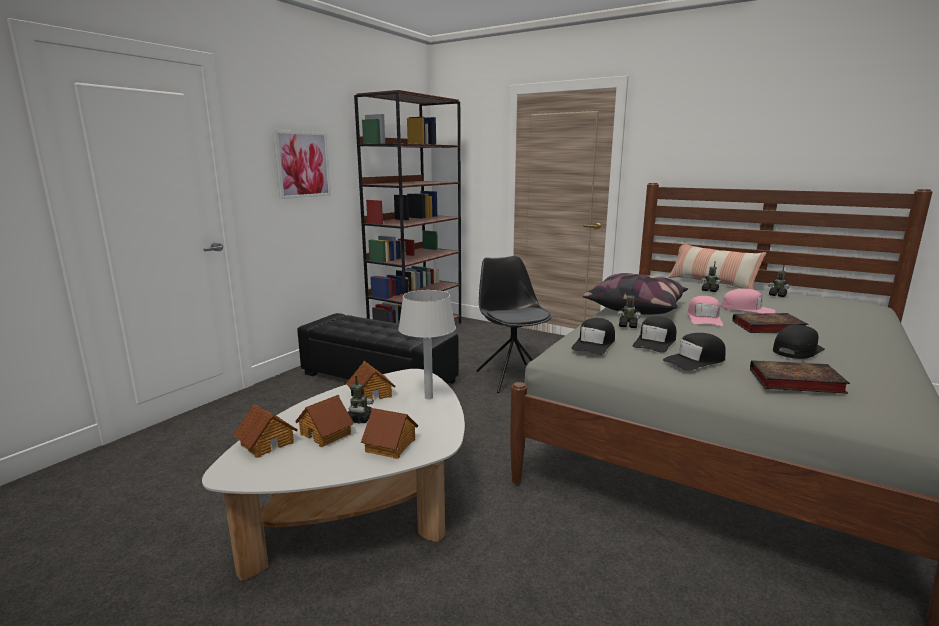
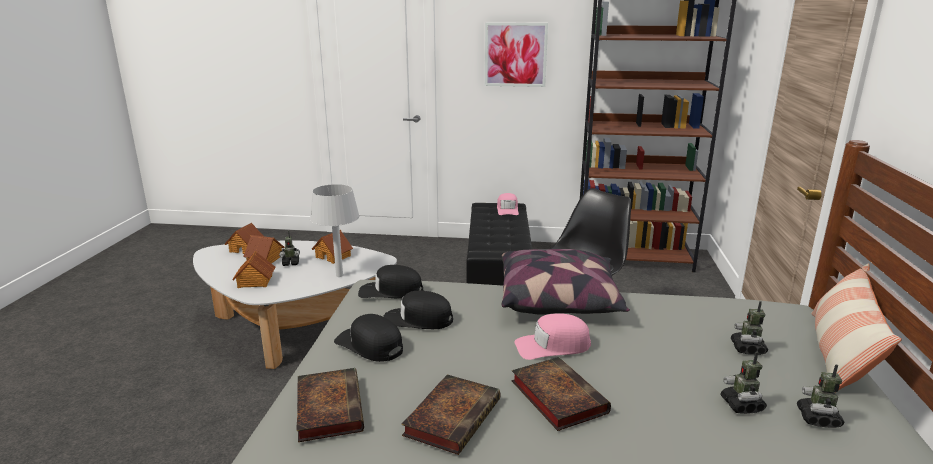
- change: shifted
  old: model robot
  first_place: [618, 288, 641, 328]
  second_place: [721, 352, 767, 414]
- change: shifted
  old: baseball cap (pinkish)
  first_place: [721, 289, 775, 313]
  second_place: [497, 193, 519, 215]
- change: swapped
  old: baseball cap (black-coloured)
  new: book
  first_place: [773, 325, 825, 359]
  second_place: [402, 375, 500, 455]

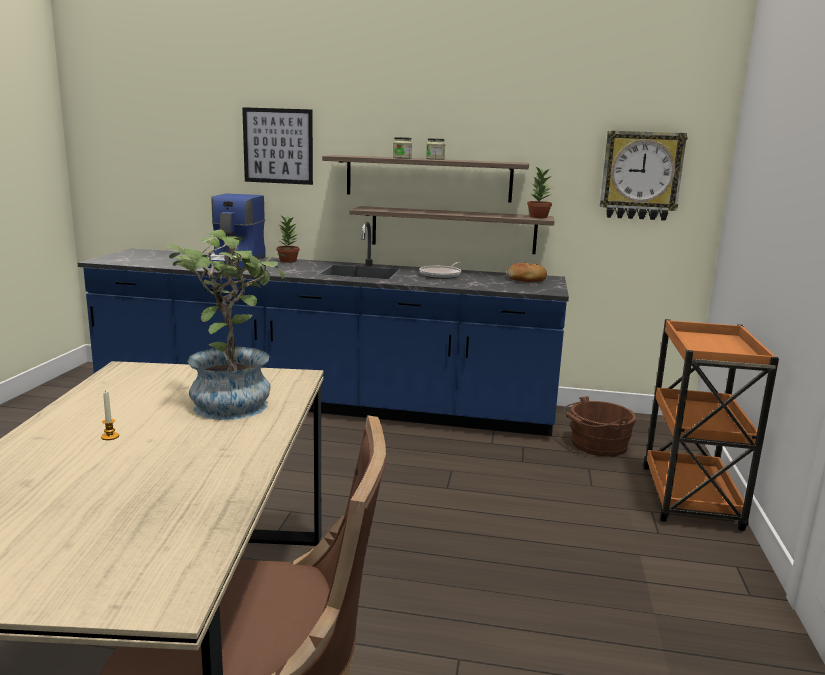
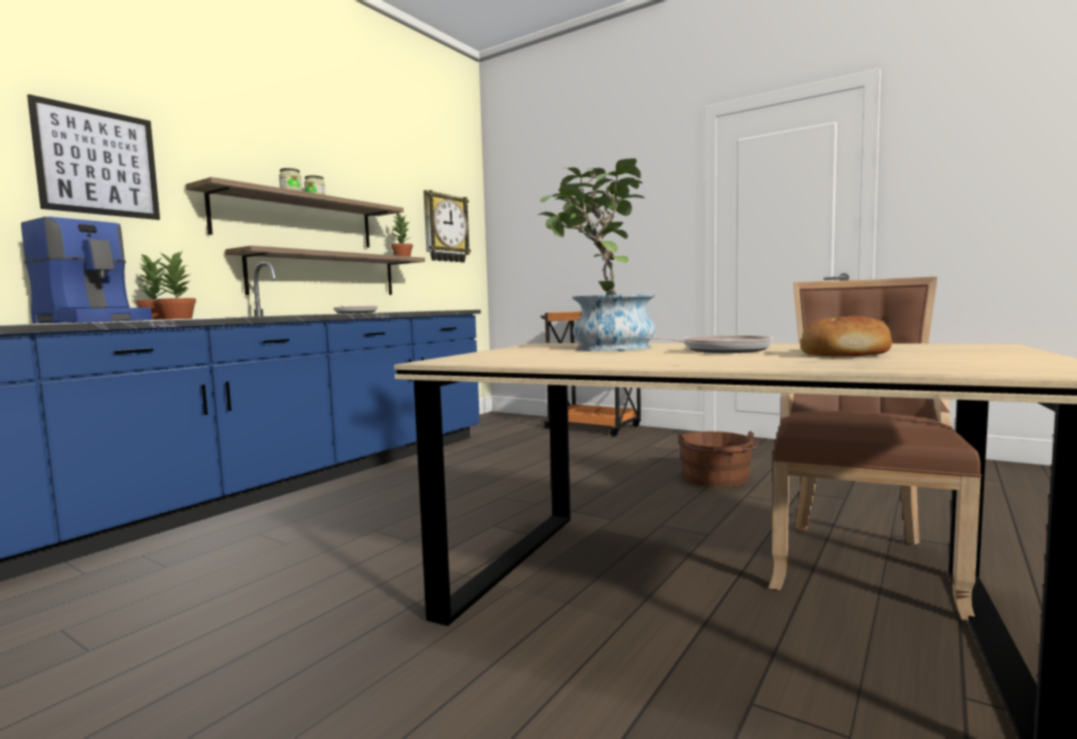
- change: gone
  old: wax candle
  first_place: [101, 391, 119, 440]
- change: shifted
  old: baked bread
  first_place: [507, 263, 547, 282]
  second_place: [800, 316, 892, 357]
- change: shifted
  old: pail (brown-coloured)
  first_place: [563, 396, 636, 456]
  second_place: [678, 431, 758, 487]
- change: new
  new: potted plant
  second_place: [157, 251, 196, 320]
- change: new
  new: pan
  second_place: [645, 335, 773, 353]

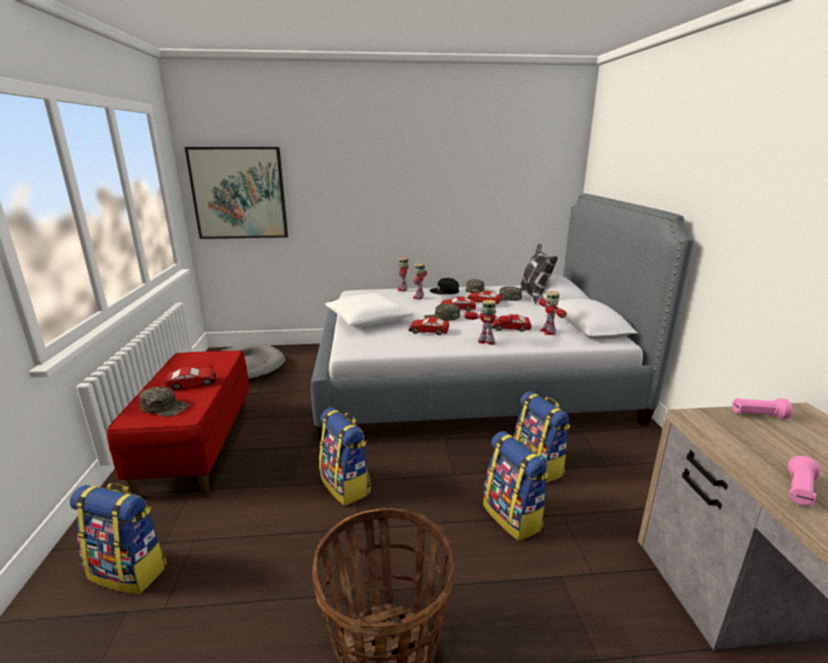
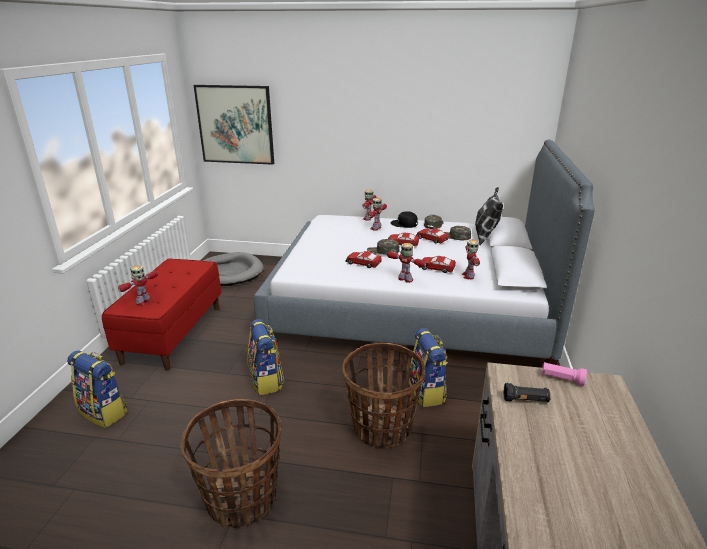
- change: swapped
  old: baseball cap (green-coloured)
  new: model robot
  first_place: [139, 386, 190, 417]
  second_place: [118, 265, 158, 306]
- change: gone
  old: toy car
  first_place: [165, 367, 216, 390]
- change: gone
  old: pillow (white)
  first_place: [325, 293, 414, 327]
- change: swapped
  old: rucksack
  new: basket
  first_place: [483, 431, 549, 541]
  second_place: [342, 343, 425, 448]
- change: gone
  old: flashlight (pinkish)
  first_place: [788, 456, 819, 506]
- change: new
  new: flashlight (black-coloured)
  second_place: [504, 383, 551, 402]

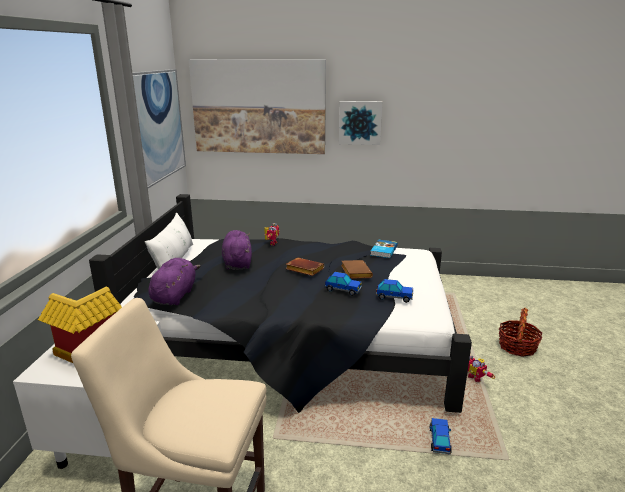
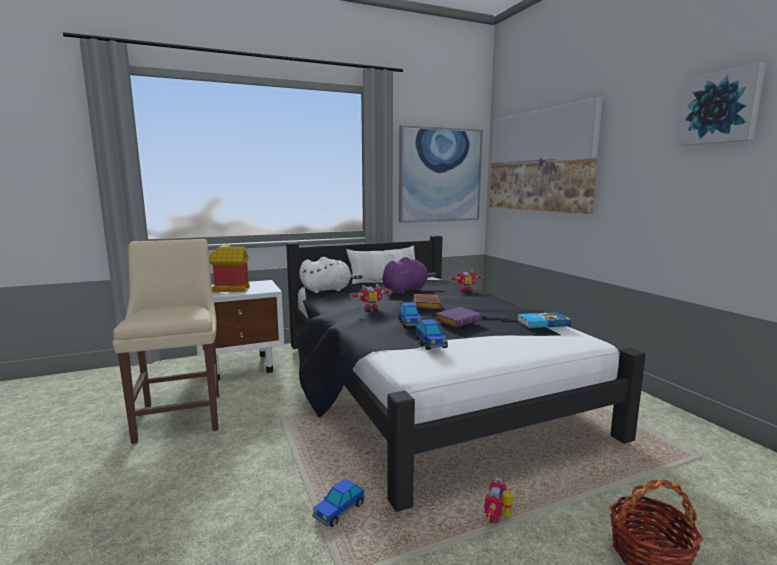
- change: repainted
  old: cuddly toy (purple)
  new: cuddly toy (white)
  first_place: [148, 258, 201, 305]
  second_place: [299, 257, 363, 293]
- change: shifted
  old: wall picture
  first_place: [339, 101, 382, 145]
  second_place: [679, 62, 766, 146]
- change: repainted
  old: book (brown-coloured)
  new: book (purple)
  first_place: [341, 260, 373, 279]
  second_place: [435, 307, 482, 327]
- change: rotated
  old: toy car
  first_place: [430, 418, 452, 454]
  second_place: [312, 478, 365, 527]
  degrees: 150
- change: new
  new: model robot
  second_place: [349, 284, 392, 310]

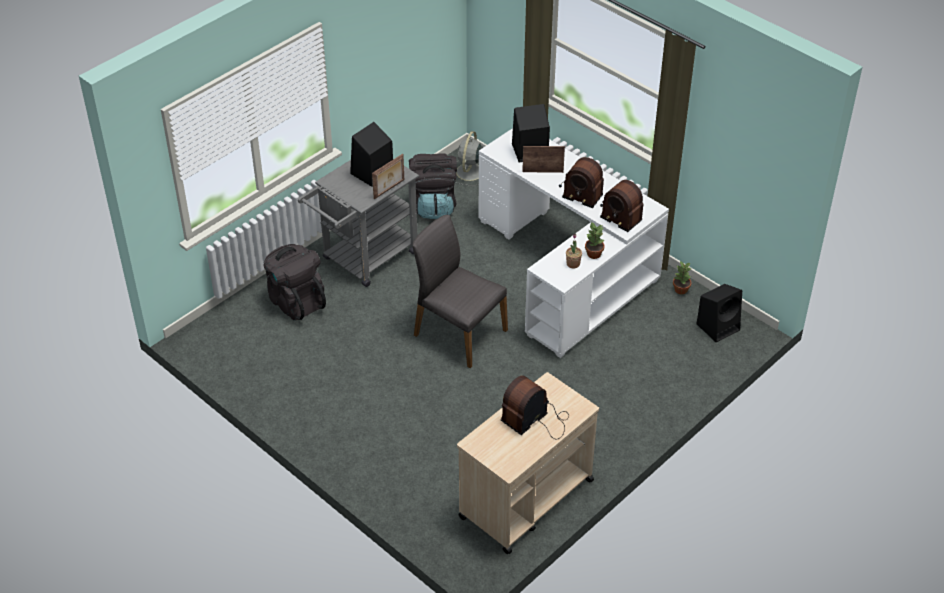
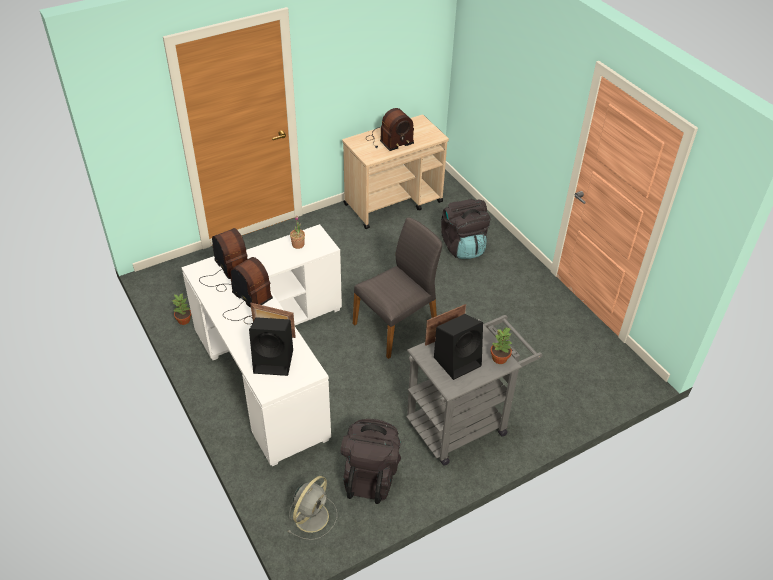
- change: shifted
  old: rucksack (black-coloured)
  first_place: [263, 244, 326, 321]
  second_place: [441, 199, 491, 259]
- change: rotated
  old: plain chair (grey)
  first_place: [413, 215, 508, 368]
  second_place: [353, 218, 442, 359]
  degrees: -90
- change: shifted
  old: potted plant
  first_place: [585, 222, 605, 259]
  second_place: [491, 328, 512, 364]
- change: gone
  old: loudspeaker (black-coloured)
  first_place: [697, 284, 742, 342]

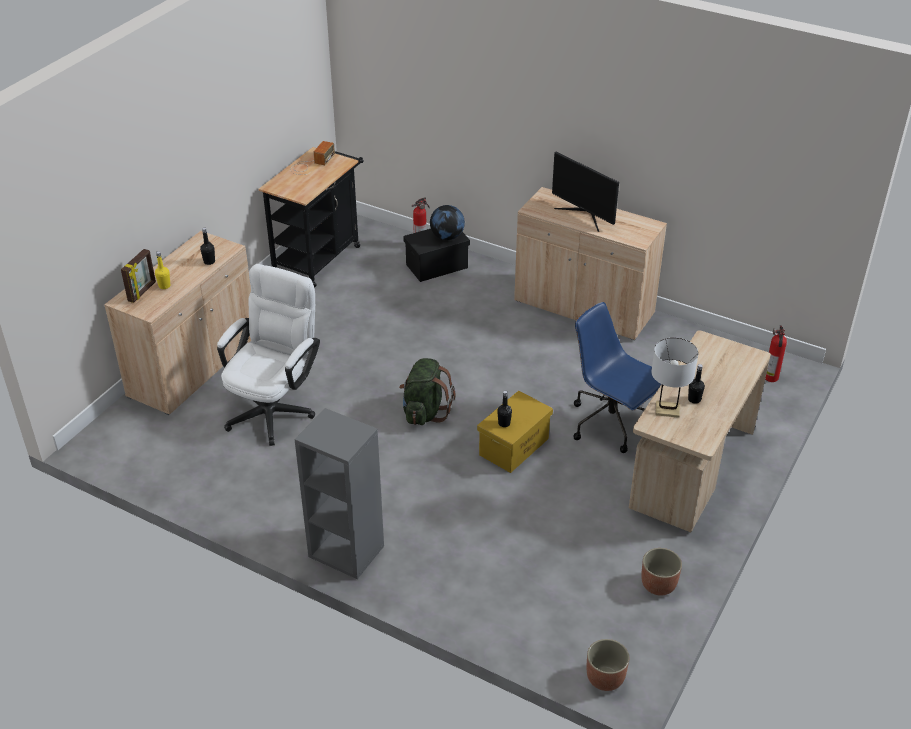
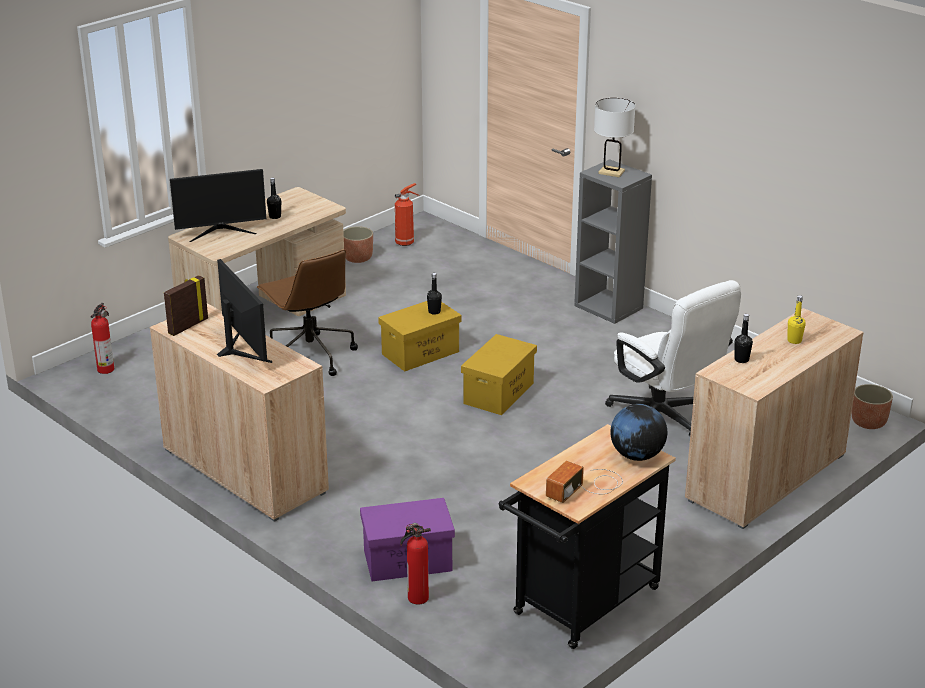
- change: shifted
  old: standing frame
  first_place: [121, 249, 156, 303]
  second_place: [164, 275, 208, 336]
- change: rotated
  old: computer chair (white)
  first_place: [217, 264, 320, 446]
  second_place: [605, 280, 741, 435]
  degrees: -75
- change: swapped
  old: rucksack (green-coloured)
  new: storage box (yellow)
  first_place: [399, 358, 456, 425]
  second_place: [461, 334, 537, 415]
- change: repainted
  old: storage box (black-coloured)
  new: storage box (purple)
  first_place: [403, 229, 470, 282]
  second_place: [360, 498, 455, 581]
- change: shifted
  old: globe
  first_place: [430, 205, 465, 240]
  second_place: [610, 404, 667, 461]
- change: repainted
  old: computer chair (blue)
  new: computer chair (brown-coloured)
  first_place: [573, 302, 661, 453]
  second_place: [257, 249, 358, 376]
- change: shifted
  old: flower pot
  first_place: [587, 639, 629, 691]
  second_place: [852, 384, 893, 429]
- change: shifted
  old: lamp for a table (white)
  first_place: [651, 338, 698, 418]
  second_place: [594, 98, 635, 177]
- change: new
  new: computer display
  second_place: [170, 169, 266, 242]
- change: new
  new: fire extinguisher
  second_place: [395, 183, 420, 246]

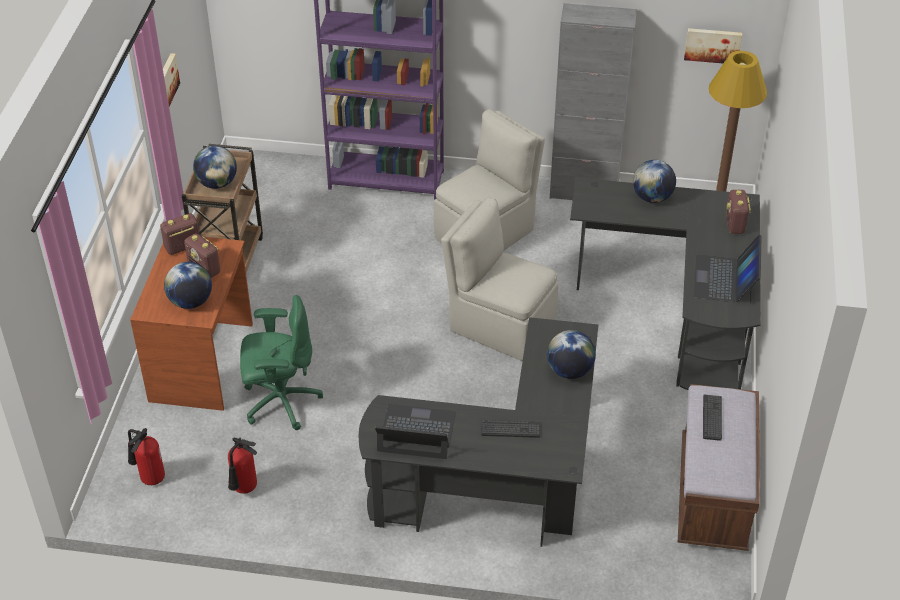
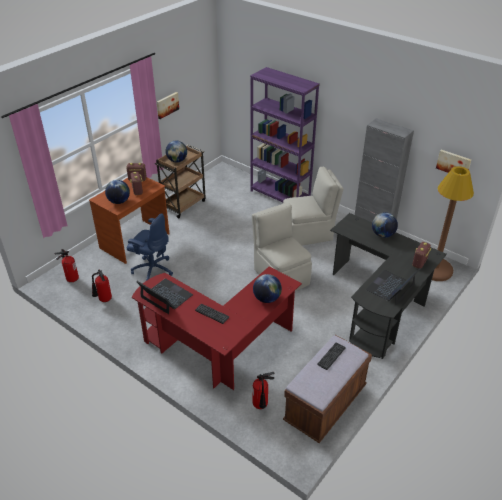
- change: repainted
  old: computer chair (green-coloured)
  new: computer chair (blue)
  first_place: [240, 295, 323, 430]
  second_place: [127, 213, 173, 281]
- change: repainted
  old: desk table (black-coloured)
  new: desk table (red)
  first_place: [359, 317, 599, 547]
  second_place: [132, 267, 302, 390]
- change: new
  new: fire extinguisher
  second_place: [253, 372, 274, 409]

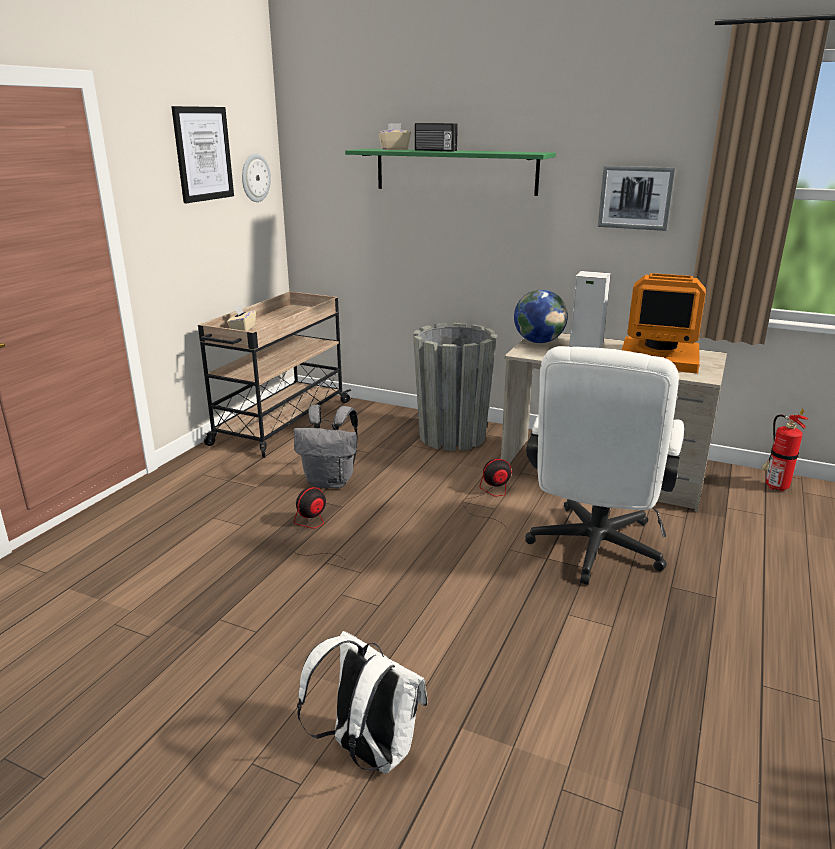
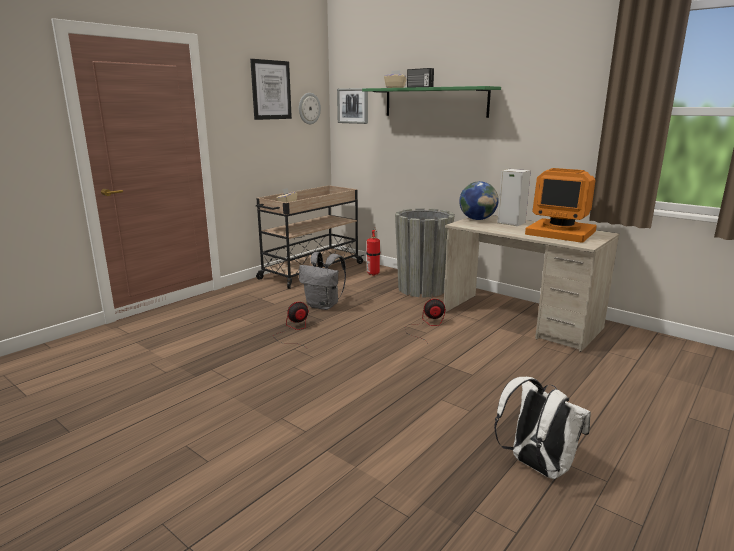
- change: shifted
  old: rucksack (white)
  first_place: [297, 631, 428, 774]
  second_place: [494, 377, 591, 479]
- change: gone
  old: computer chair (white)
  first_place: [525, 346, 684, 585]
- change: shifted
  old: wall picture
  first_place: [598, 166, 675, 231]
  second_place: [337, 88, 368, 124]
- change: shifted
  old: fire extinguisher
  first_place: [761, 409, 809, 492]
  second_place: [366, 228, 380, 276]

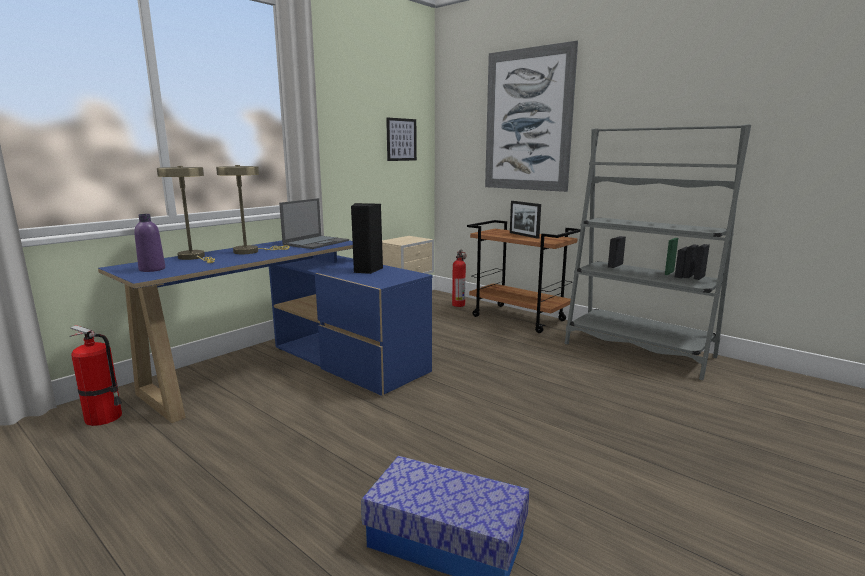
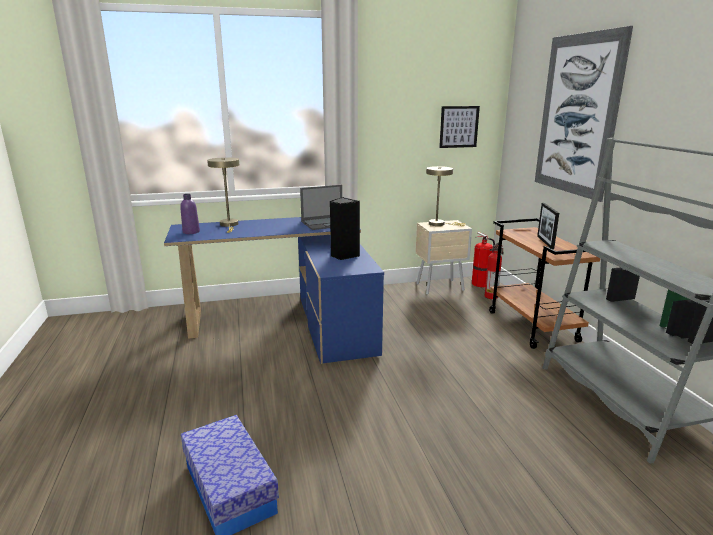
- change: shifted
  old: fire extinguisher
  first_place: [70, 325, 122, 426]
  second_place: [472, 232, 495, 287]
- change: shifted
  old: lamp for a table (beige-coloured)
  first_place: [216, 165, 290, 254]
  second_place: [426, 166, 466, 226]

